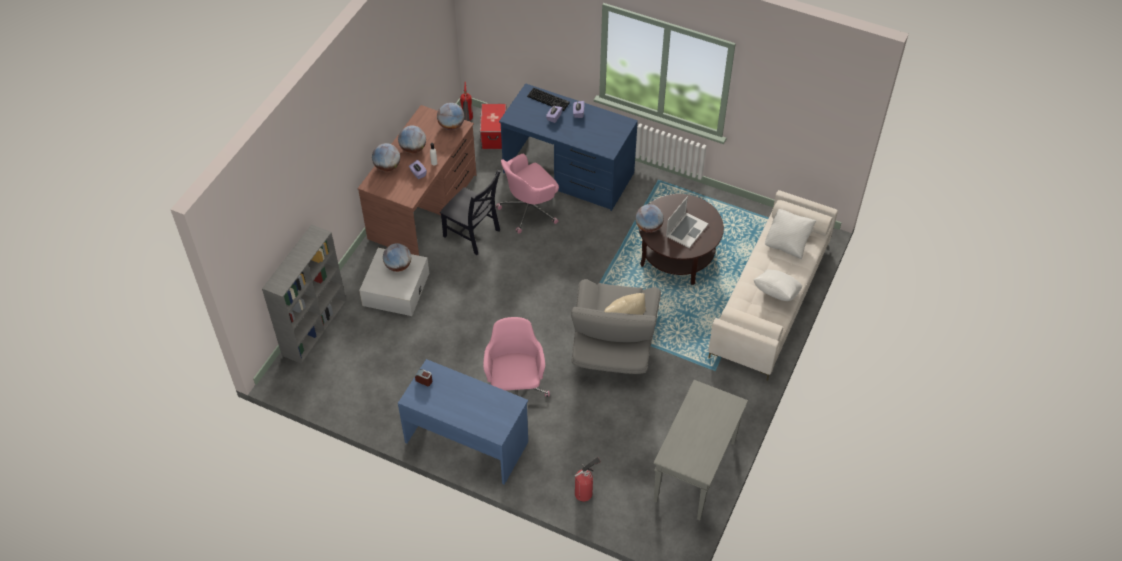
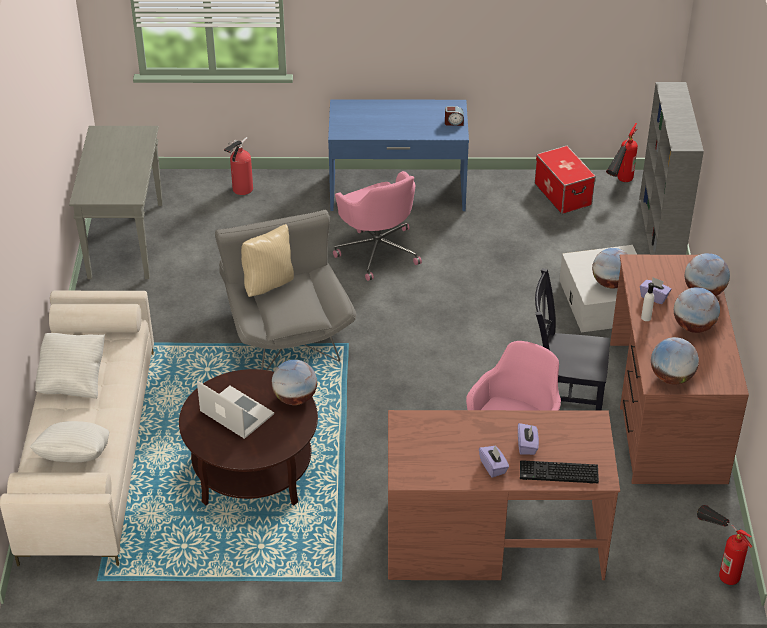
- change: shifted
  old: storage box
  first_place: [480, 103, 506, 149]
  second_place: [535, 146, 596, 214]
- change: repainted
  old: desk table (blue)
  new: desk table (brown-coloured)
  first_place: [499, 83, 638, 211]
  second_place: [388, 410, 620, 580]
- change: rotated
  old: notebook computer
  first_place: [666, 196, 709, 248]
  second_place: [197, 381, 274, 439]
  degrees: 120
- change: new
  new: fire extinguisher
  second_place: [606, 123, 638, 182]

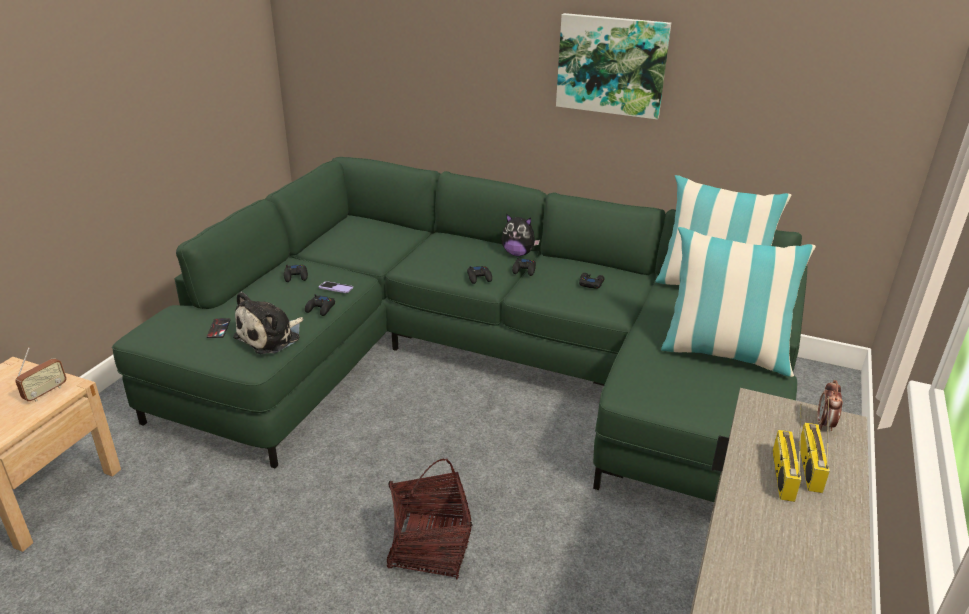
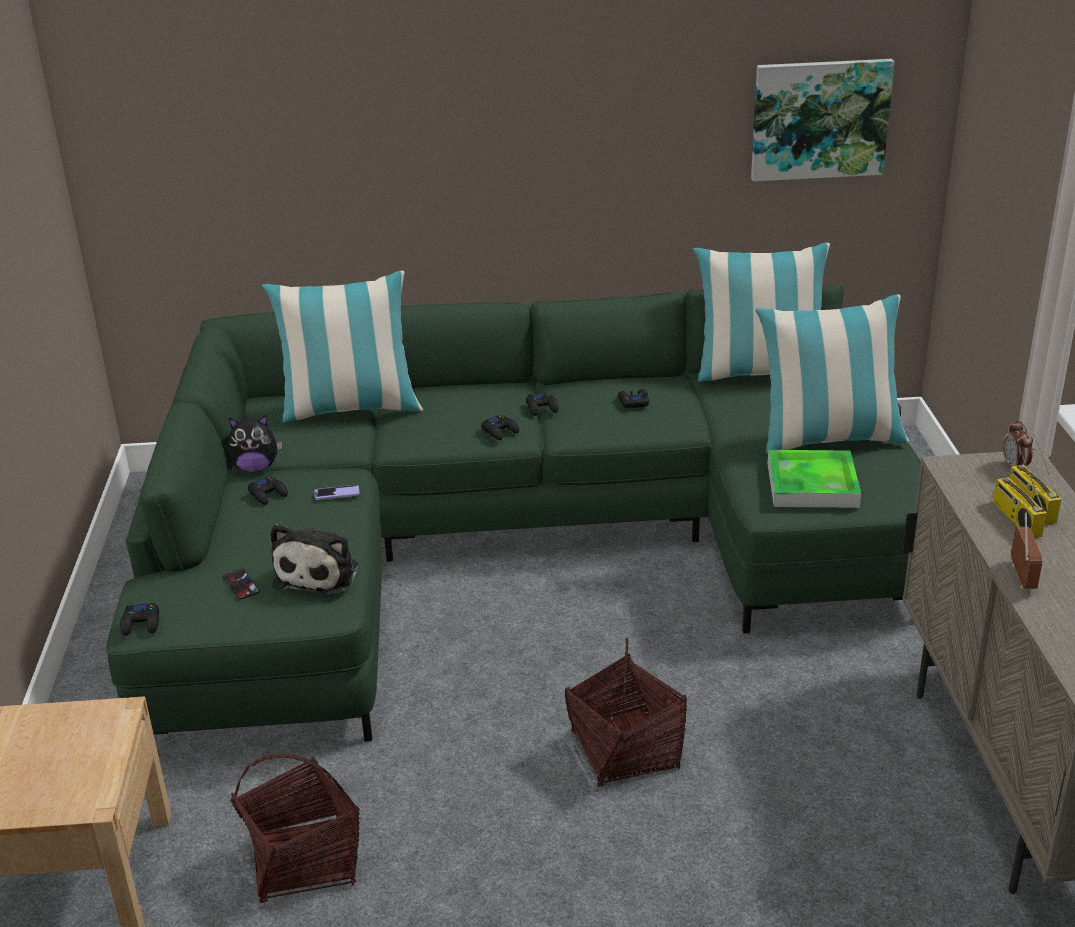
- change: shifted
  old: radio receiver
  first_place: [15, 347, 67, 401]
  second_place: [1011, 513, 1042, 589]
- change: shifted
  old: game controller (black-coloured)
  first_place: [305, 294, 335, 316]
  second_place: [120, 603, 159, 636]
- change: shifted
  old: cuddly toy
  first_place: [501, 214, 540, 256]
  second_place: [228, 415, 283, 472]
- change: shifted
  old: wall picture
  first_place: [556, 13, 671, 119]
  second_place: [751, 59, 895, 181]
- change: new
  new: basket
  second_place: [230, 753, 360, 903]
- change: new
  new: pillow
  second_place: [262, 271, 423, 423]
- change: new
  new: serving tray
  second_place: [767, 450, 861, 508]

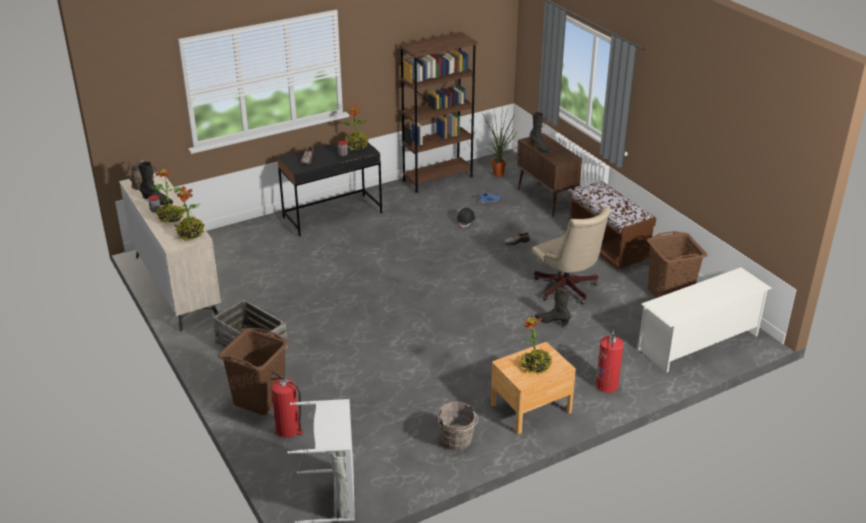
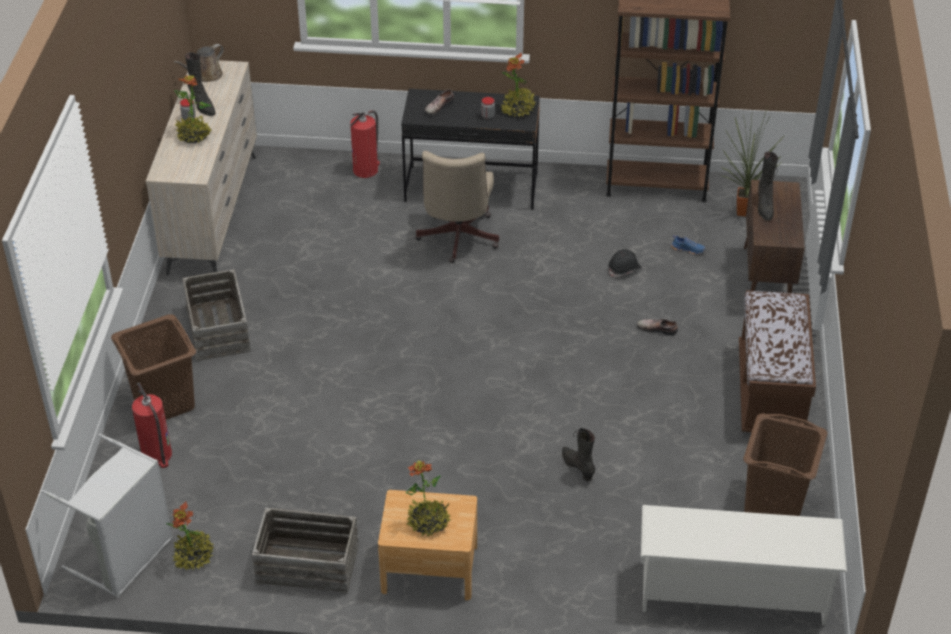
- change: shifted
  old: potted plant
  first_place: [170, 186, 205, 242]
  second_place: [166, 502, 214, 570]
- change: swapped
  old: pail (brown-coloured)
  new: packing crate
  first_place: [438, 402, 478, 451]
  second_place: [252, 507, 359, 594]
- change: shifted
  old: computer chair (beige-coloured)
  first_place: [532, 207, 611, 304]
  second_place: [415, 151, 499, 263]
- change: shifted
  old: fire extinguisher
  first_place: [595, 330, 624, 393]
  second_place: [350, 110, 380, 178]

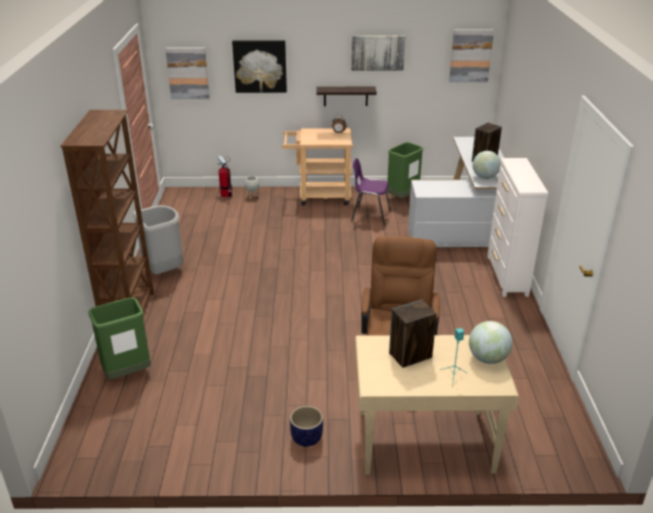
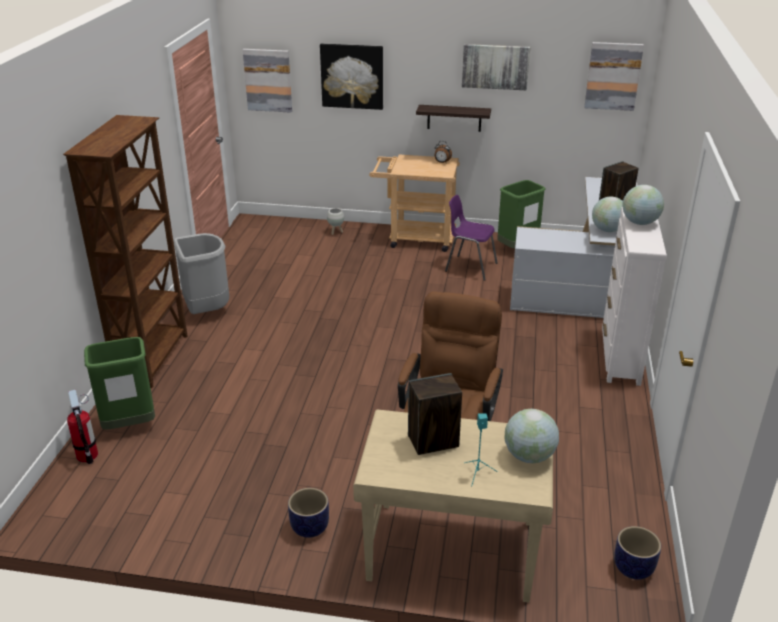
- change: shifted
  old: fire extinguisher
  first_place: [218, 156, 232, 197]
  second_place: [67, 390, 98, 464]
- change: new
  new: flower pot
  second_place: [614, 526, 661, 580]
- change: new
  new: globe
  second_place: [622, 185, 664, 225]

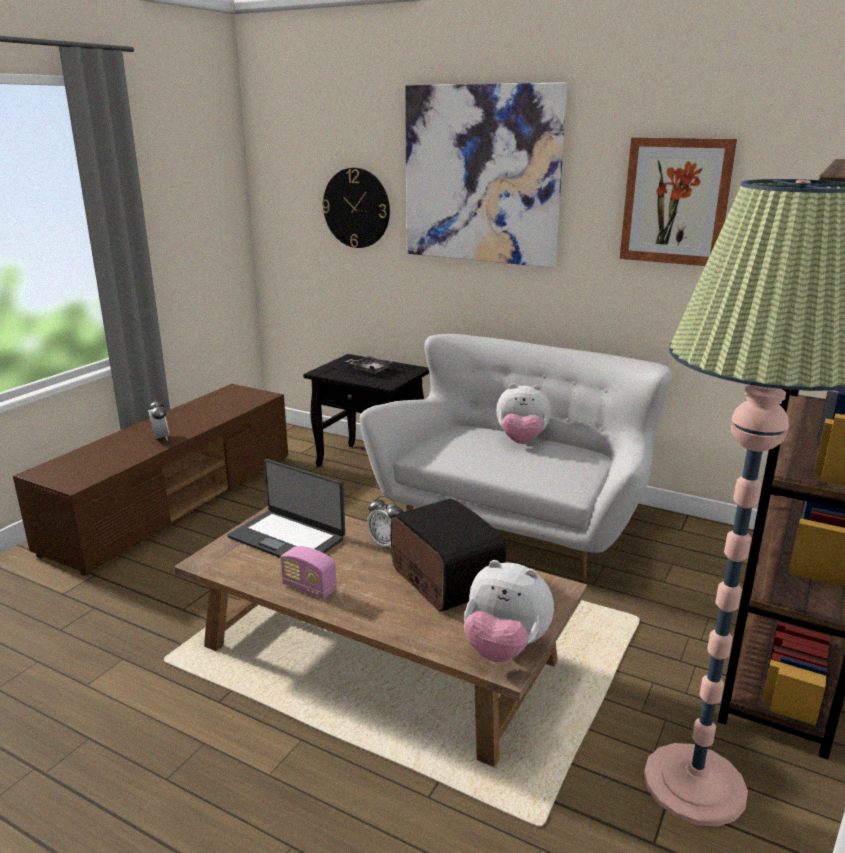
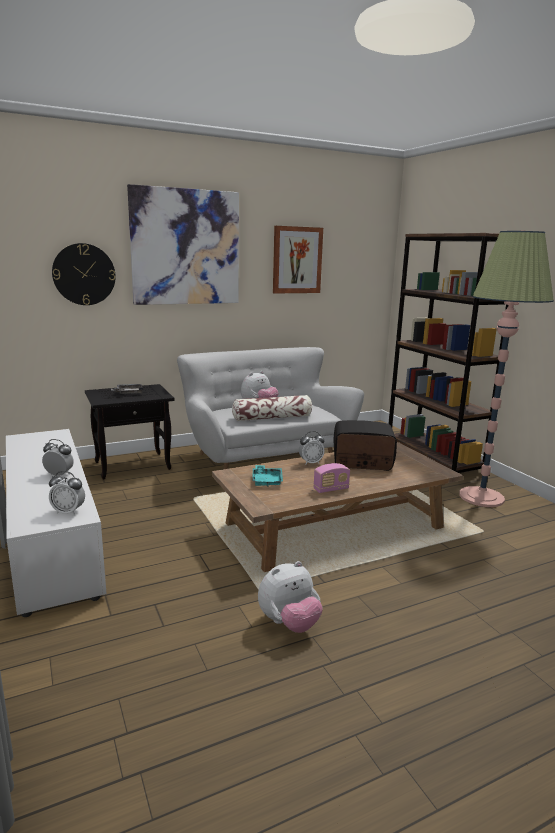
- change: repainted
  old: media console (brown-coloured)
  new: media console (white)
  first_place: [13, 384, 288, 576]
  second_place: [6, 429, 107, 617]
- change: swapped
  old: notebook computer
  new: serving tray (blue-green)
  first_place: [228, 459, 345, 558]
  second_place: [252, 465, 283, 487]
- change: shifted
  old: cuddly toy
  first_place: [464, 560, 554, 662]
  second_place: [258, 561, 323, 633]
- change: new
  new: bedside clock
  second_place: [49, 471, 85, 516]
- change: new
  new: pillow
  second_place: [232, 395, 312, 421]

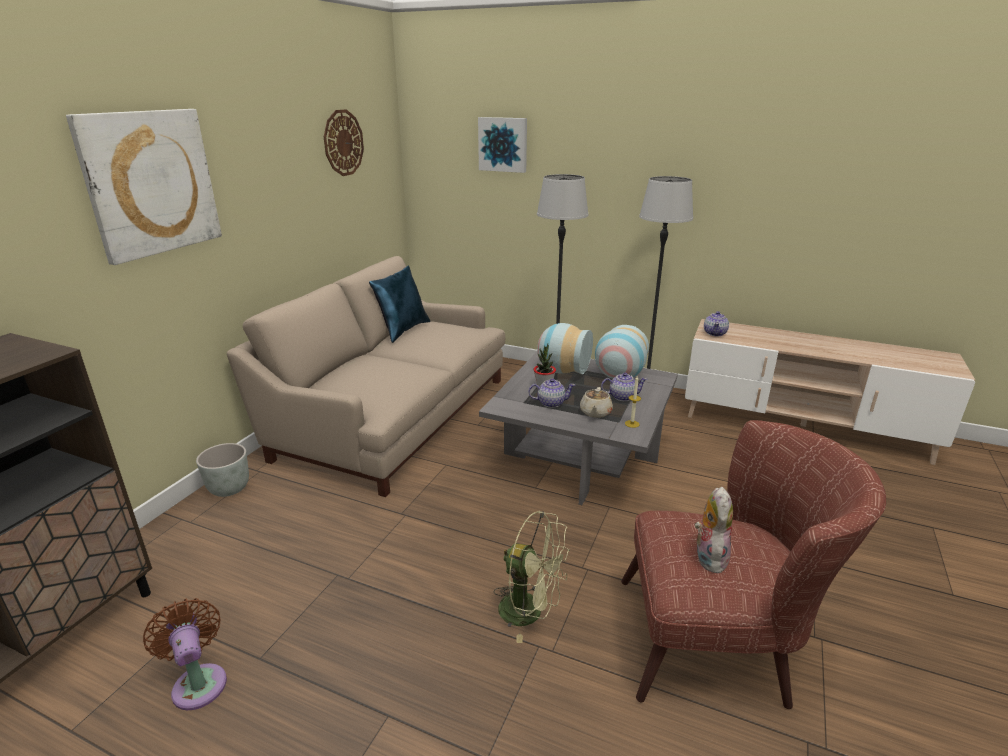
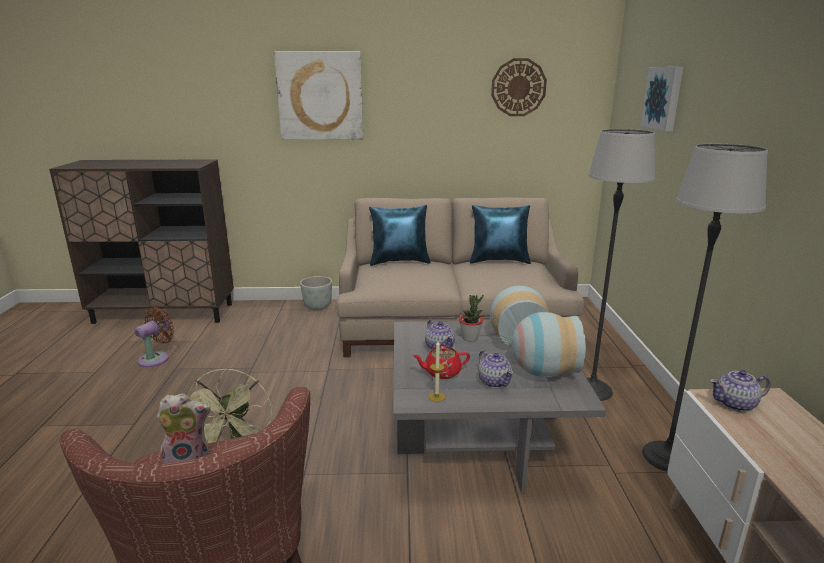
- change: repainted
  old: pot for tea (beige-coloured)
  new: pot for tea (red)
  first_place: [580, 387, 613, 418]
  second_place: [413, 346, 470, 379]
- change: new
  new: pillow (blue)
  second_place: [369, 205, 431, 266]

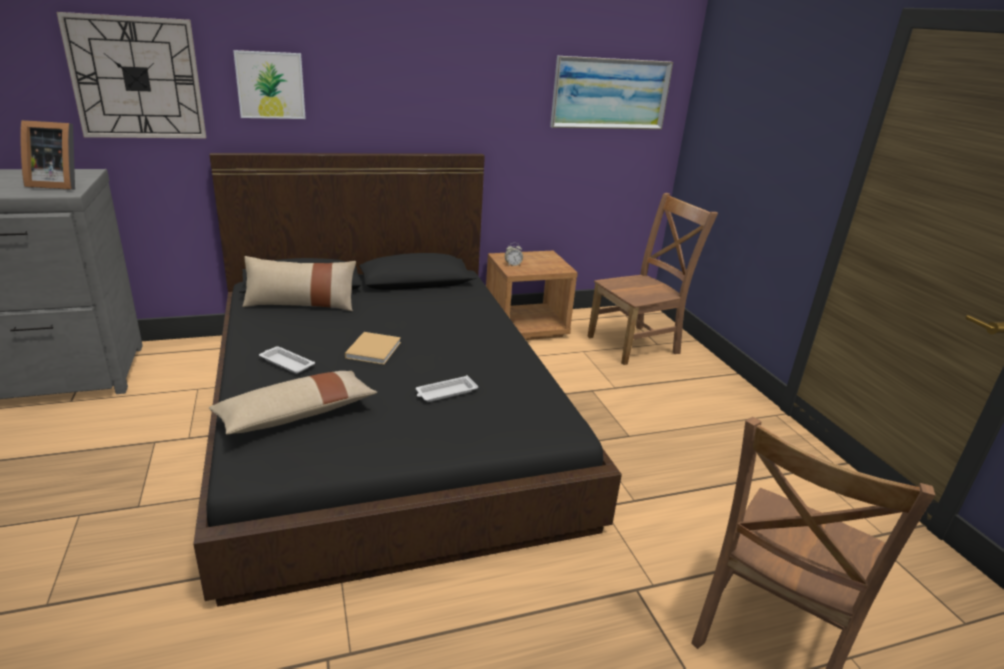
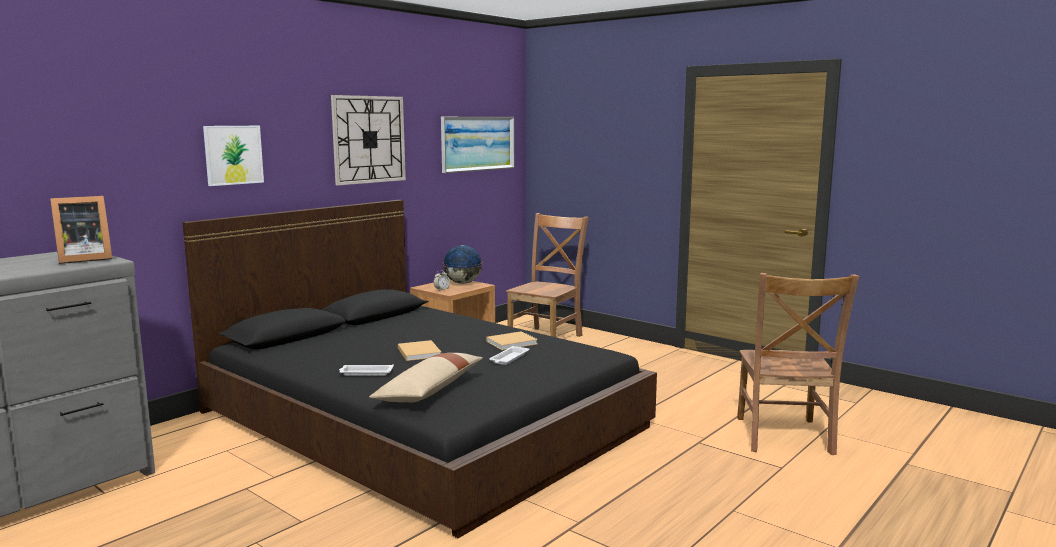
- change: shifted
  old: hanging clock
  first_place: [56, 12, 206, 139]
  second_place: [331, 95, 406, 185]
- change: gone
  old: pillow (beige-coloured)
  first_place: [242, 256, 356, 311]
- change: new
  new: globe
  second_place: [443, 245, 483, 284]
- change: new
  new: book (beige-coloured)
  second_place: [486, 331, 538, 350]

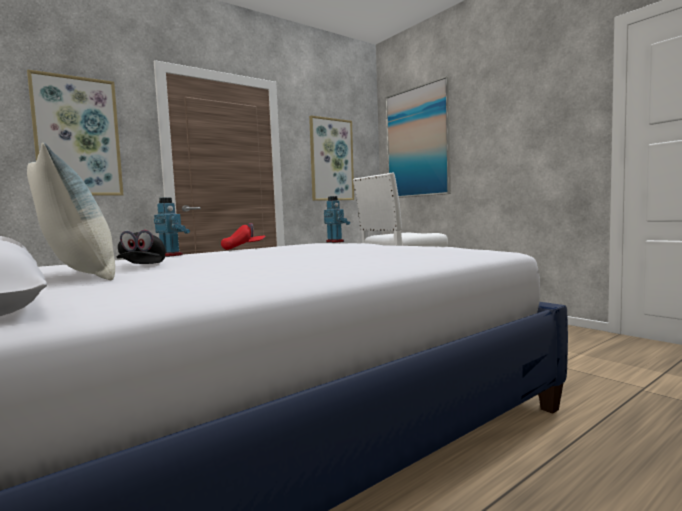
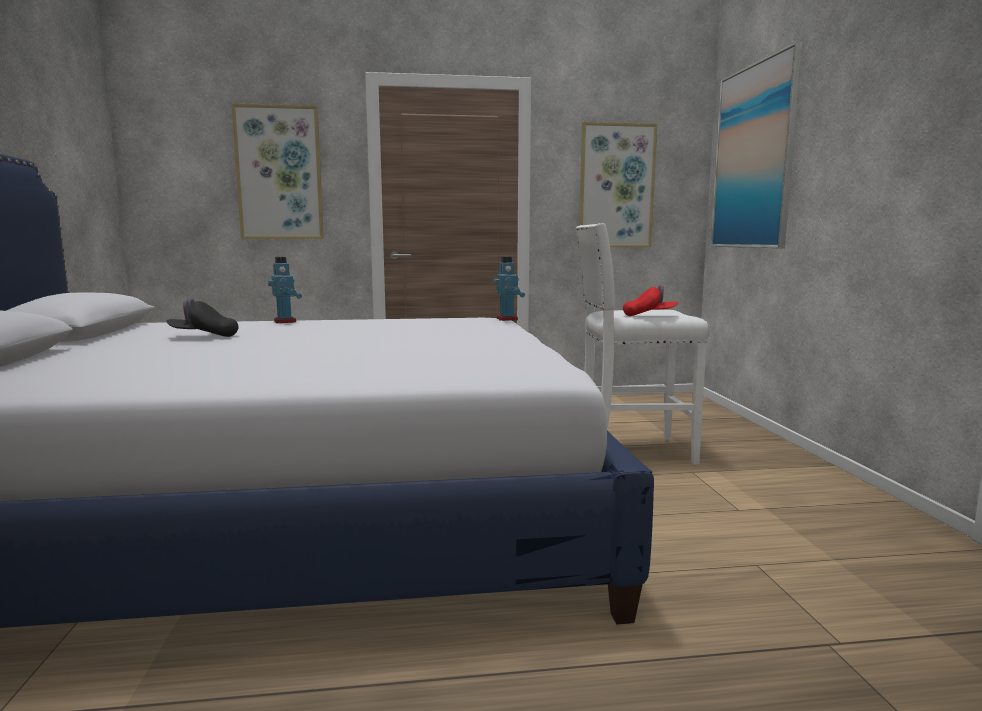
- change: gone
  old: pillow
  first_place: [27, 142, 115, 280]
- change: rotated
  old: baseball cap (black-coloured)
  first_place: [117, 230, 166, 264]
  second_place: [166, 298, 238, 337]
  degrees: 60
- change: shifted
  old: baseball cap (red)
  first_place: [221, 223, 265, 250]
  second_place: [623, 285, 678, 316]

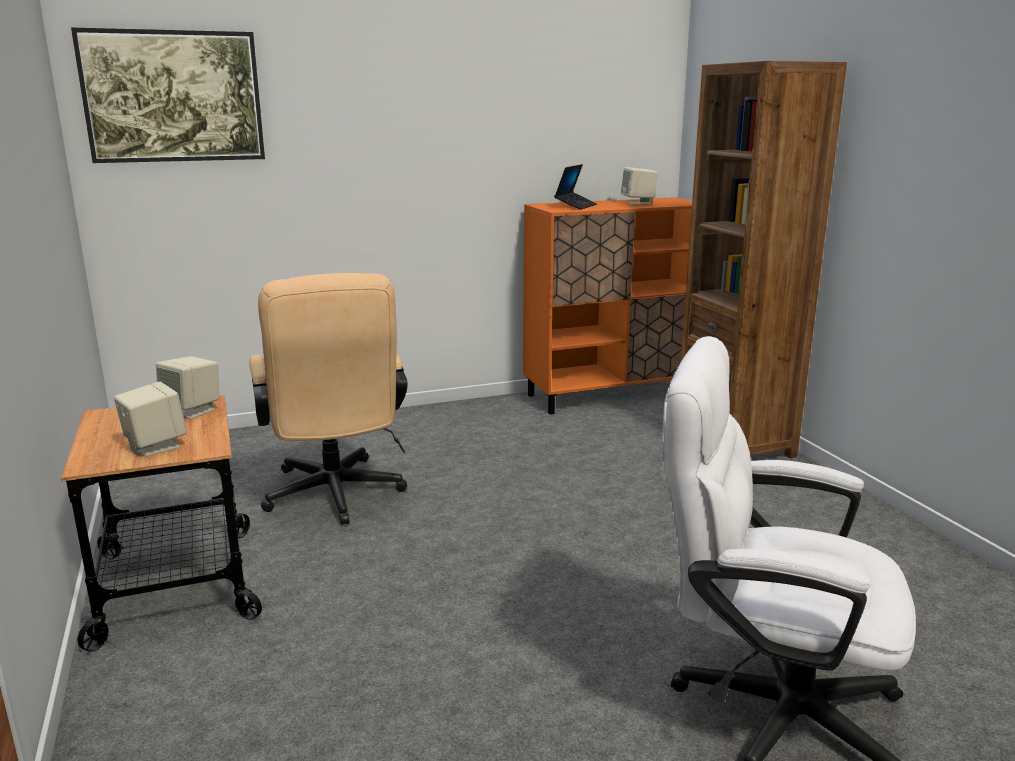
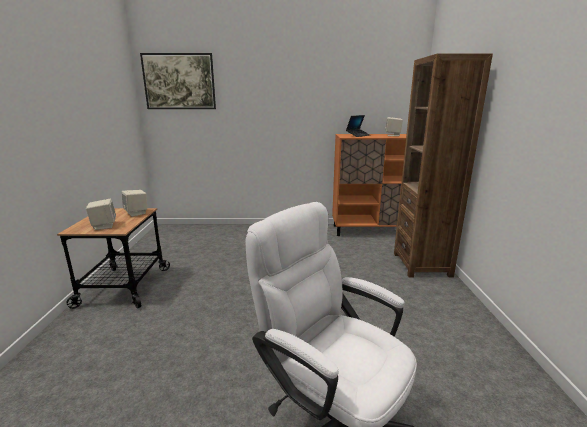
- change: gone
  old: computer chair (beige-coloured)
  first_place: [249, 273, 408, 525]

